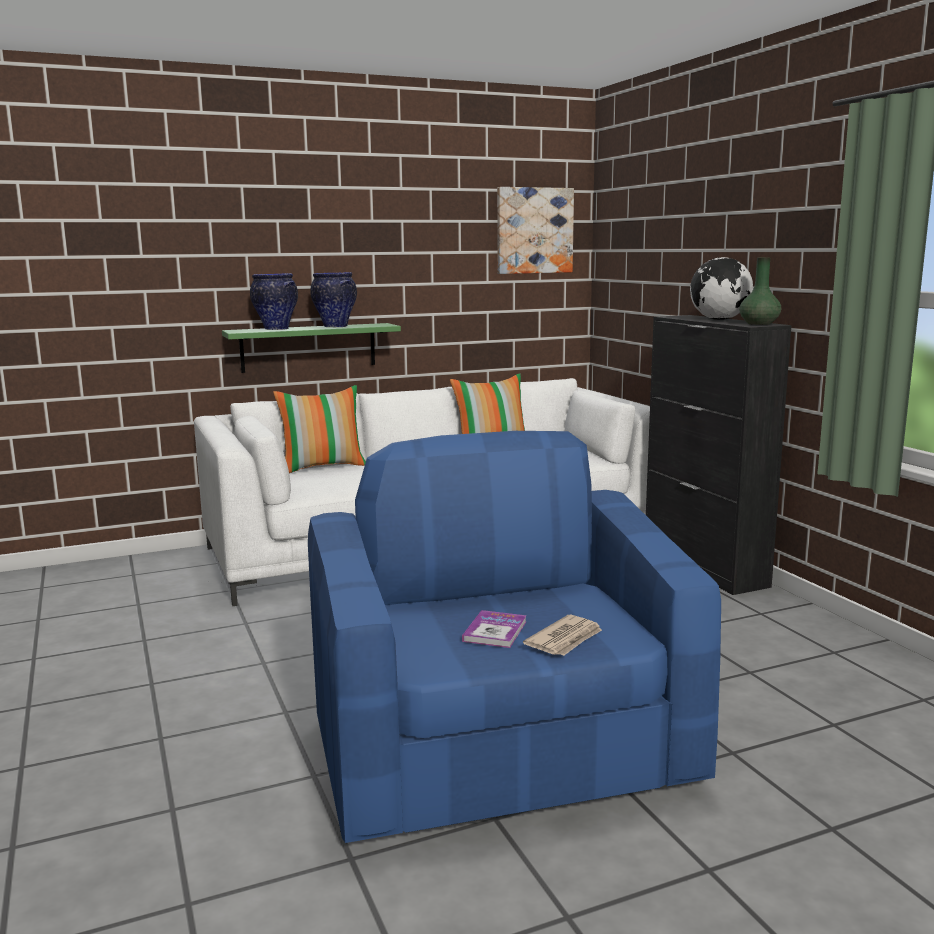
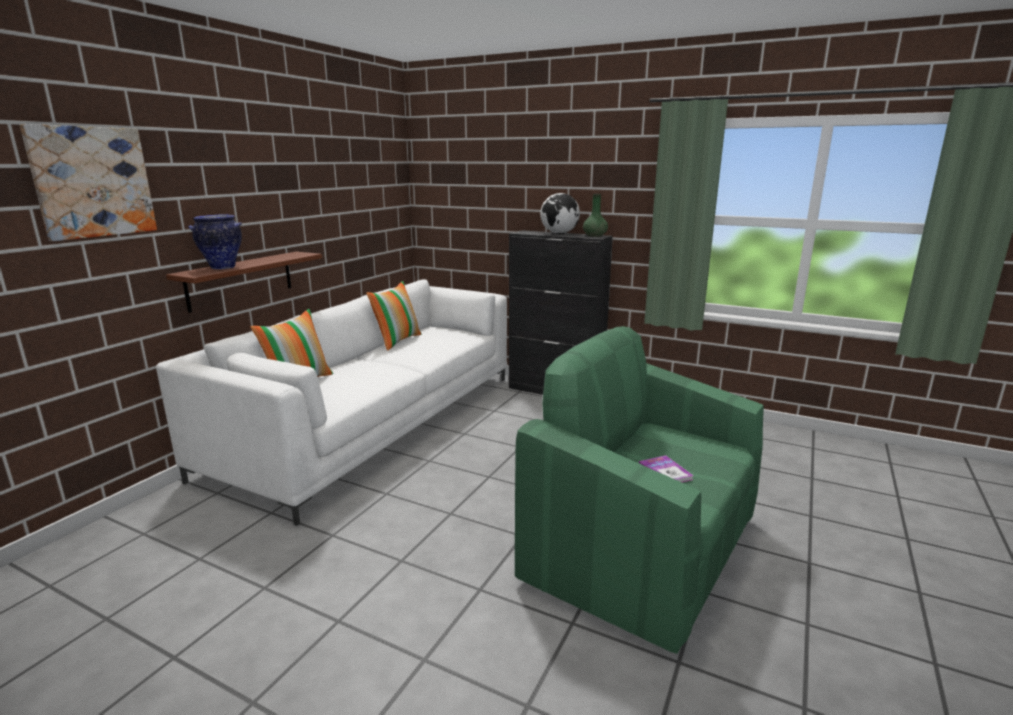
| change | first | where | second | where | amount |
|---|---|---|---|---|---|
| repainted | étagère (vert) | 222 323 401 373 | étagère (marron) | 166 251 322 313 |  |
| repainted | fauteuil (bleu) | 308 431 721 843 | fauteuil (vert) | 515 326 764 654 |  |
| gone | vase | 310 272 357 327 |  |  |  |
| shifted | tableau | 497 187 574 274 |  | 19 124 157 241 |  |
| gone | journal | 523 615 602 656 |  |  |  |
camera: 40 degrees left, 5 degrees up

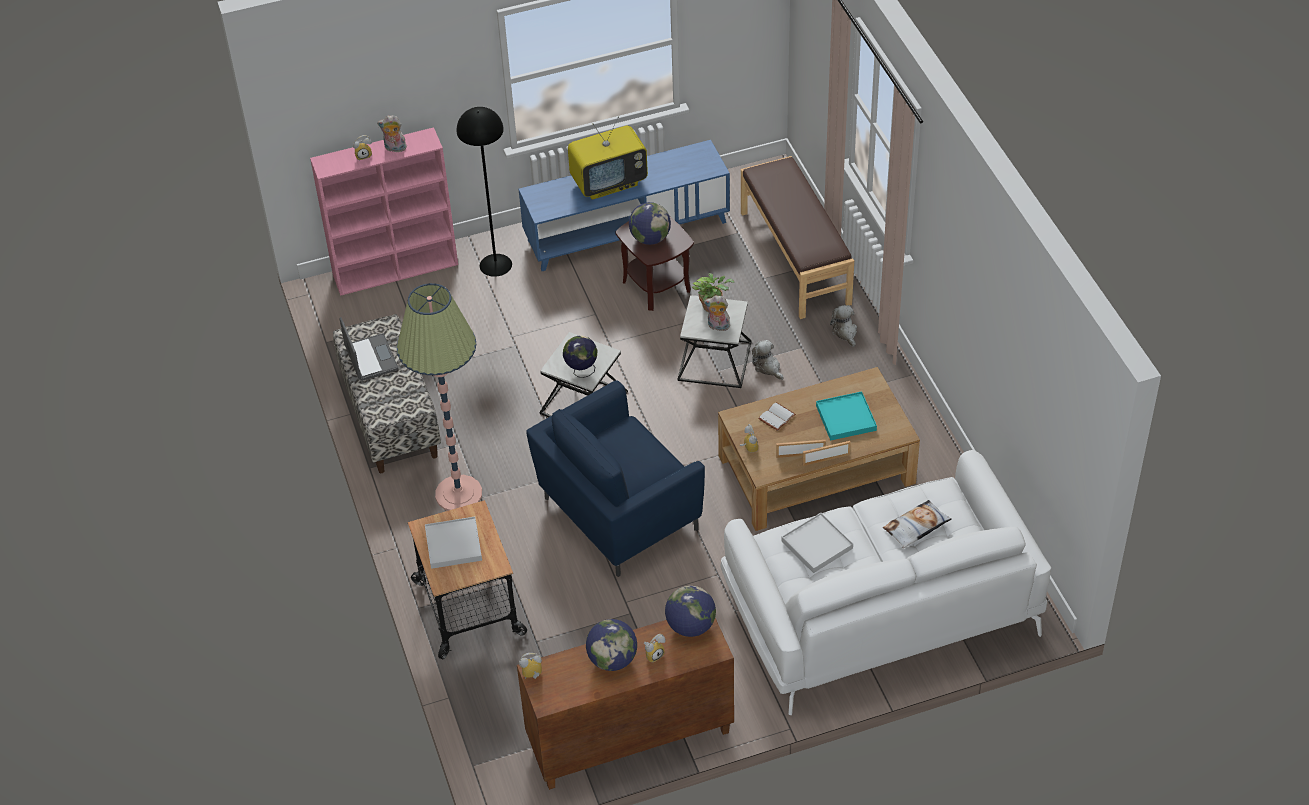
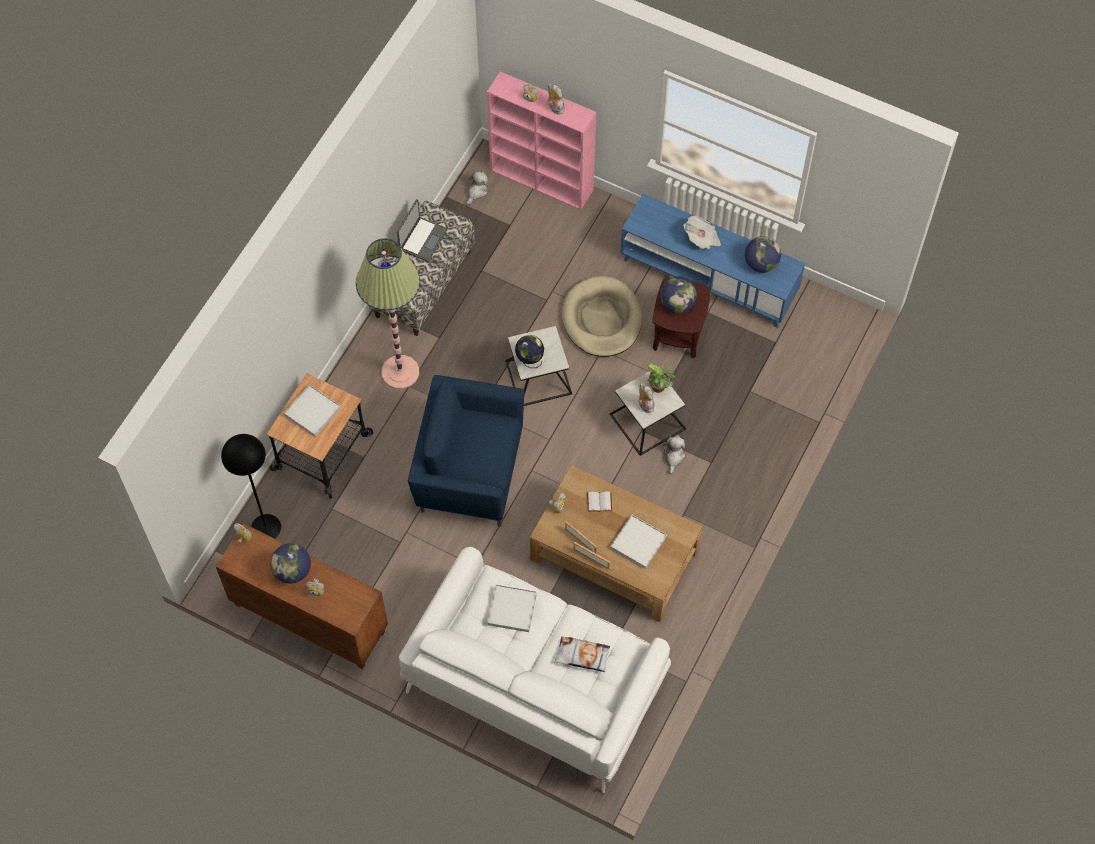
| change | first | where | second | where | amount |
|---|---|---|---|---|---|
| shifted | lampadaire (noir) | 457 107 512 277 |  | 221 434 281 539 |  |
| swapped | téléviseur | 568 116 648 200 | journal | 684 216 721 249 |  |
| shifted | globe | 665 586 716 637 |  | 745 236 781 273 |  |
| gone | banc (marron) | 741 156 854 319 |  |  |  |
| repainted | plateau (turquoise) | 816 391 877 441 | plateau (blanc) | 610 515 667 569 |  |
| shifted | peluche | 830 305 857 347 |  | 466 171 488 205 |  |
| new |  |  | panier pour chien (beige) | 562 276 642 357 |  |
camera: 45 degrees right, 15 degrees up

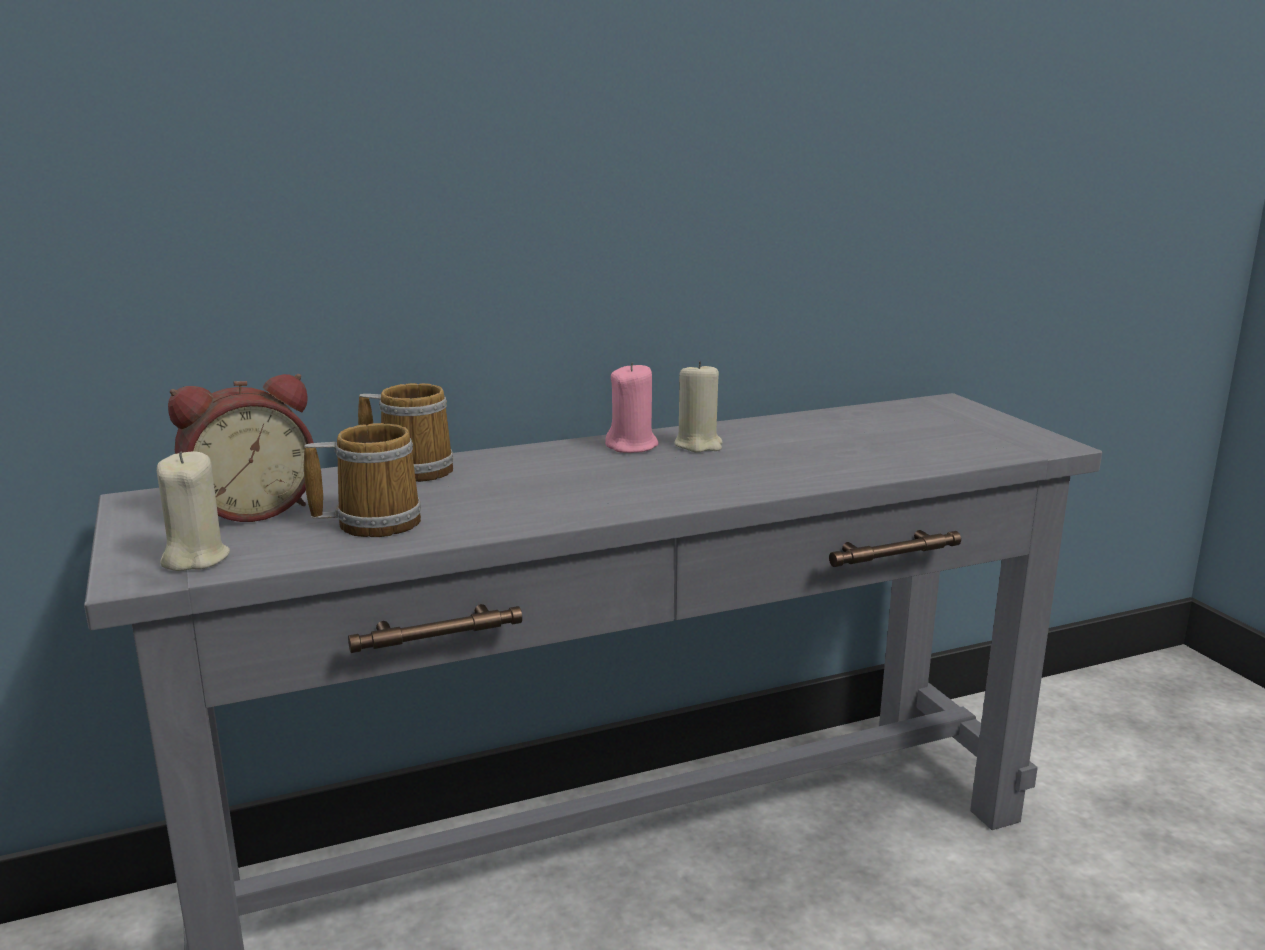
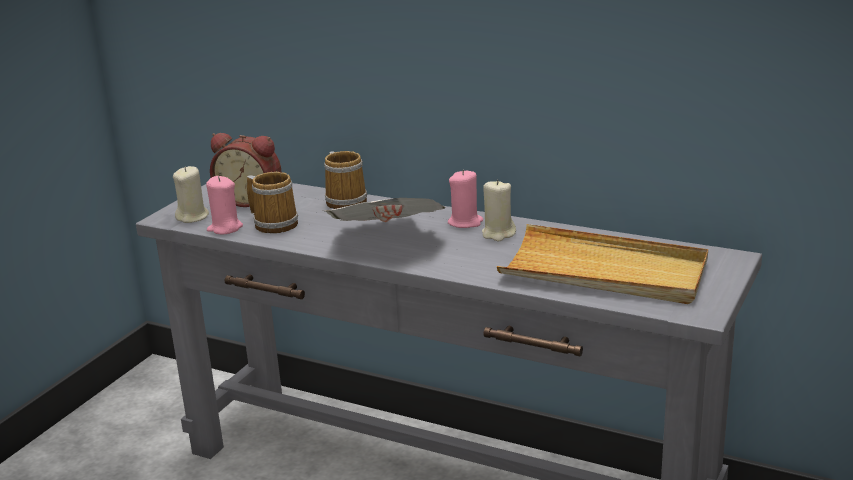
| change | first | where | second | where | amount |
|---|---|---|---|---|---|
| new |  |  | bougie (rose) | 206 176 243 234 |  |
| new |  |  | journal | 325 198 445 222 |  |
| new |  |  | plateau (beige) | 497 224 708 304 |  |
camera: 50 degrees right, 5 degrees up

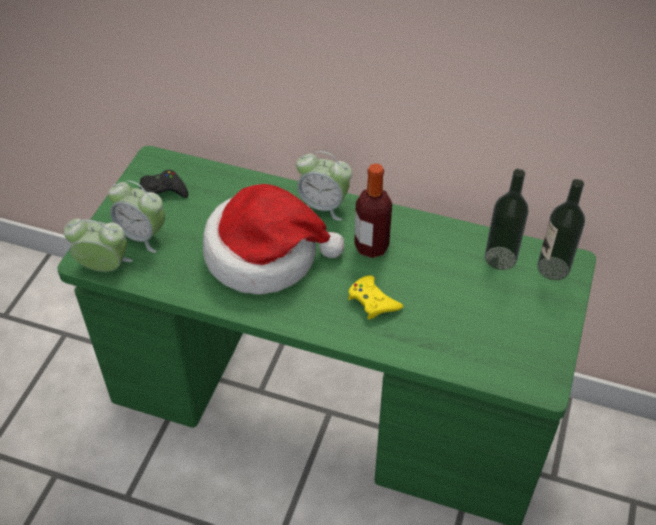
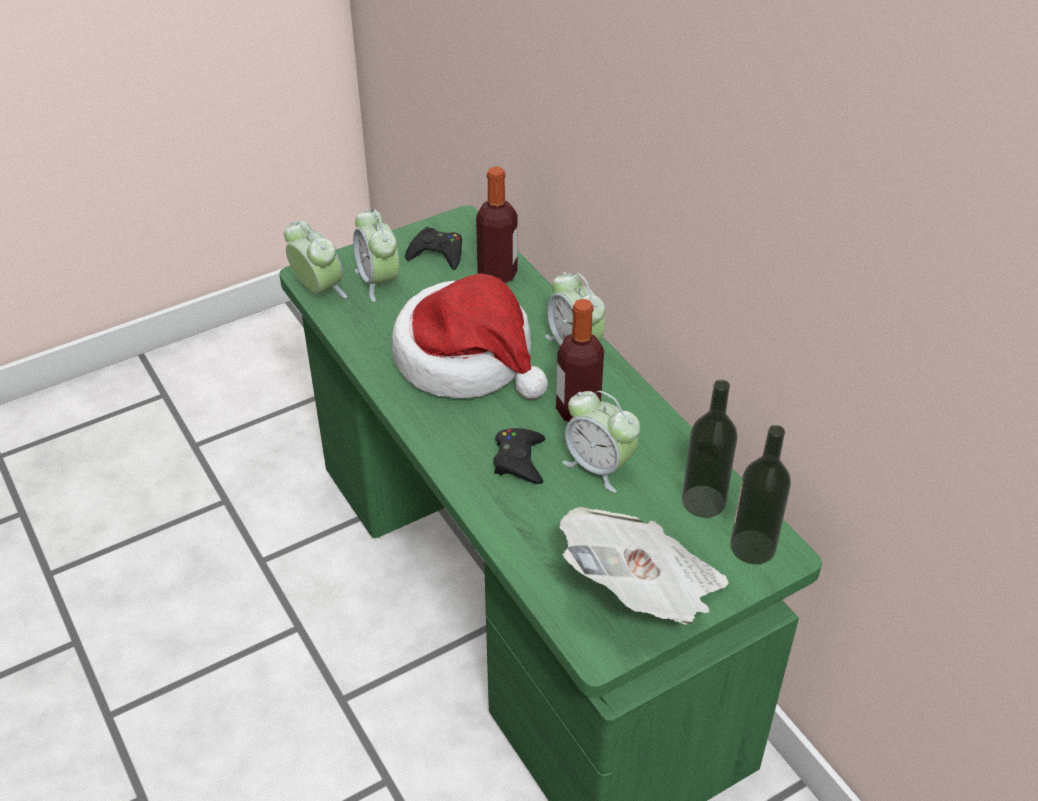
| change | first | where | second | where | amount |
|---|---|---|---|---|---|
| repainted | manette (jaune) | 348 275 403 320 | manette (noir) | 493 428 545 484 |  |
| new |  |  | bouteille | 476 166 518 283 |  |
| new |  |  | journal | 559 507 729 625 |  |
| new |  |  | réveil | 563 391 640 493 |  |
camera: 40 degrees right, 5 degrees down

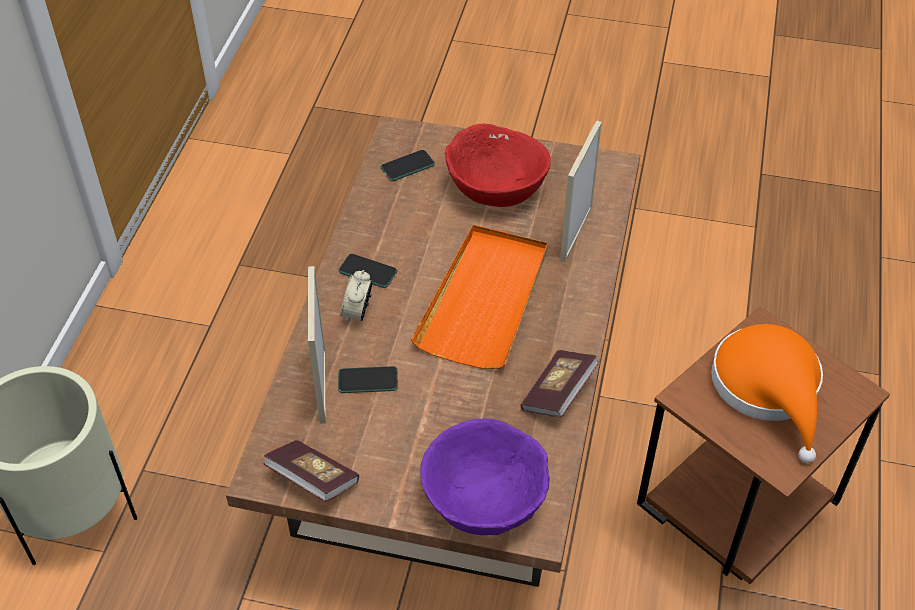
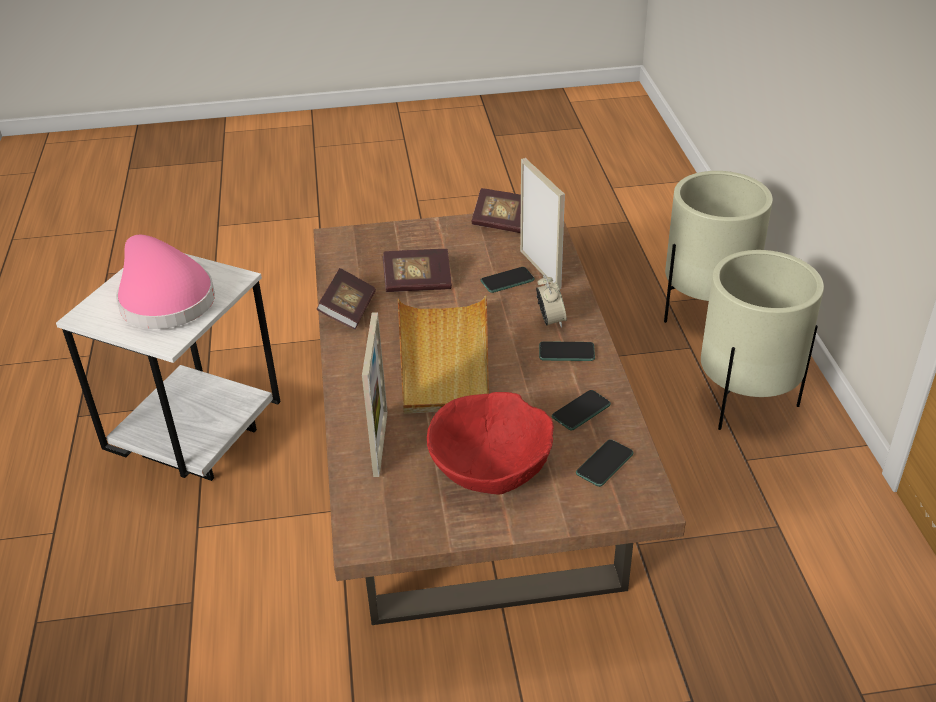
| change | first | where | second | where | amount |
|---|---|---|---|---|---|
| repainted | plateau (orange) | 411 225 548 369 | plateau (beige) | 398 295 489 414 |  |
| gone | bol (violet) | 420 418 550 535 |  |  |  |
| repainted | table d'appoint (marron) | 637 307 890 584 | table d'appoint (blanc) | 56 253 281 481 |  |
| repainted | chapeau (orange) | 711 324 823 463 | chapeau (rose) | 116 235 215 329 |  |
| new |  |  | livre | 382 249 452 292 |  |
| new |  |  | téléphone | 552 390 611 430 |  |
| new |  |  | cache-pot (beige) | 701 250 824 430 |  |
camera: 160 degrees right, 10 degrees down

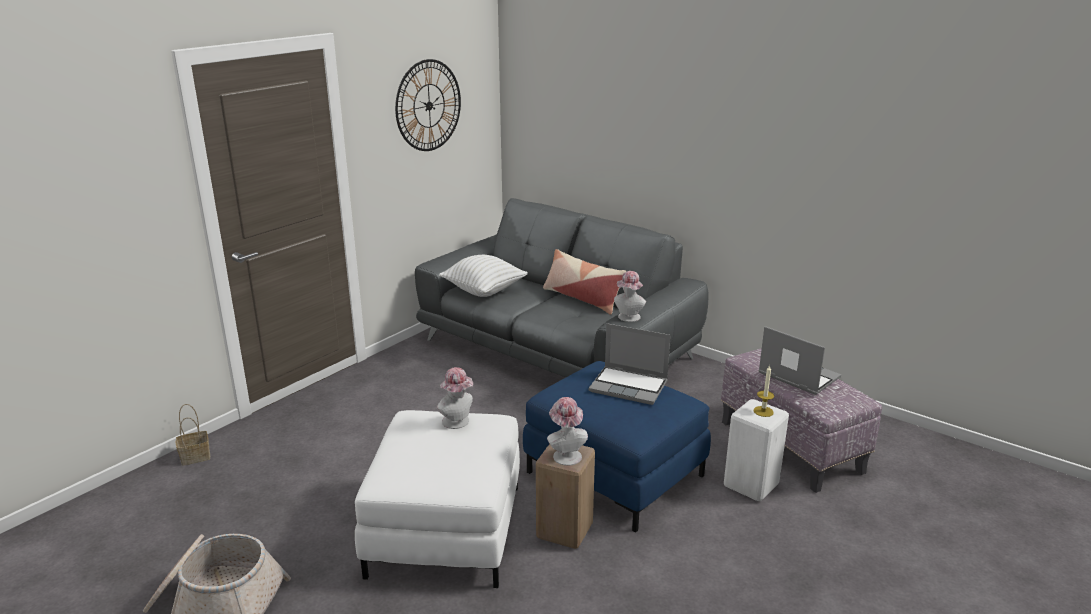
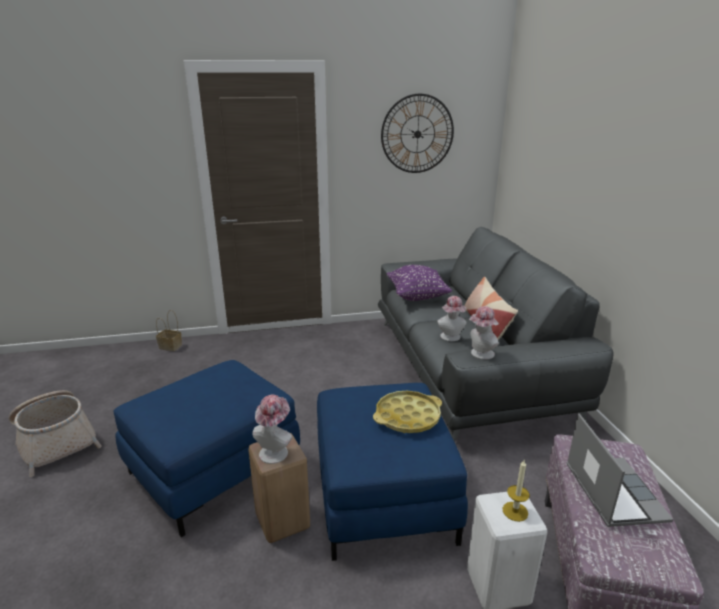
| change | first | where | second | where | amount |
|---|---|---|---|---|---|
| repainted | pouf (blanc) | 355 410 520 588 | pouf (bleu) | 113 360 300 537 |  |
| shifted | chapeau | 437 367 473 429 |  | 437 296 466 341 |  |
| repainted | coussin (blanc) | 439 255 528 297 | coussin (violet) | 387 265 452 301 |  |
| swapped | ordinateur portable | 589 323 671 405 | plateau (jaune) | 373 391 442 433 |  |
camera: 40 degrees right, 0 degrees up

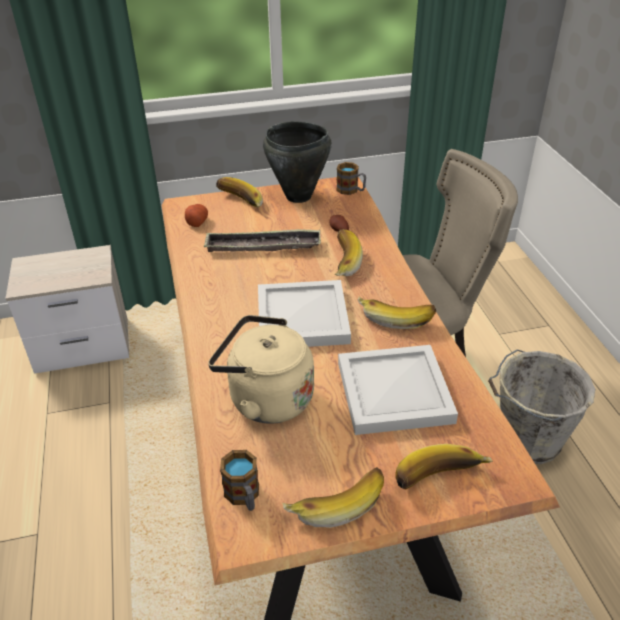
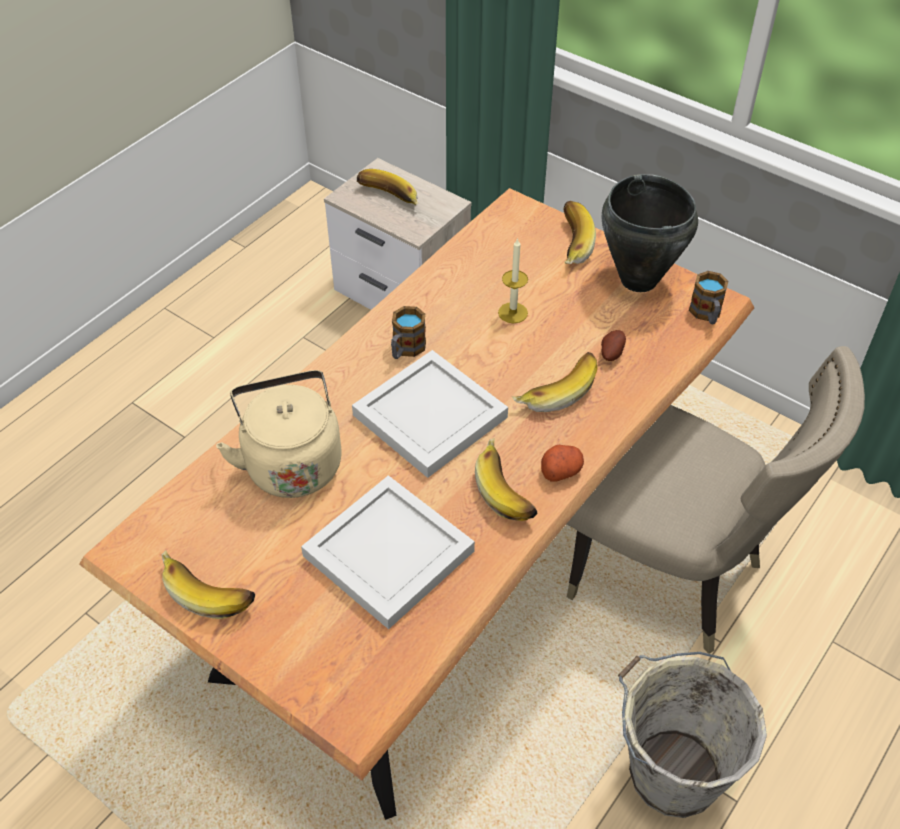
| change | first | where | second | where | amount |
|---|---|---|---|---|---|
| shifted | pomme de terre | 185 204 208 227 |  | 541 445 584 481 |  |
| swapped | plateau | 204 229 321 252 | bougie | 498 238 528 323 |  |
| shifted | mug | 220 450 259 511 |  | 391 306 426 359 |  |
| shifted | banane | 396 444 493 489 |  | 357 169 418 205 |  |
camera: 50 degrees right, 10 degrees up

